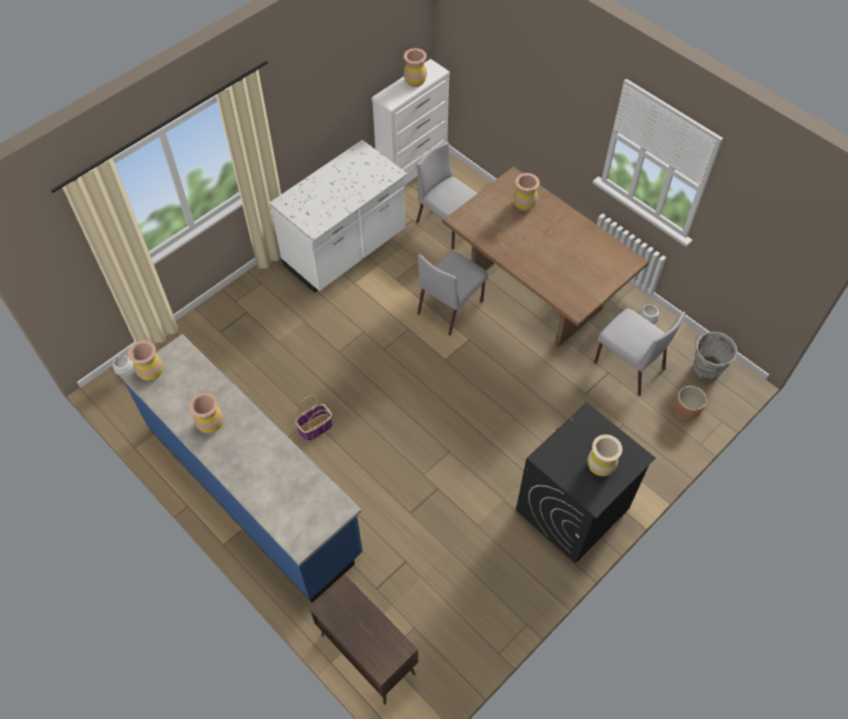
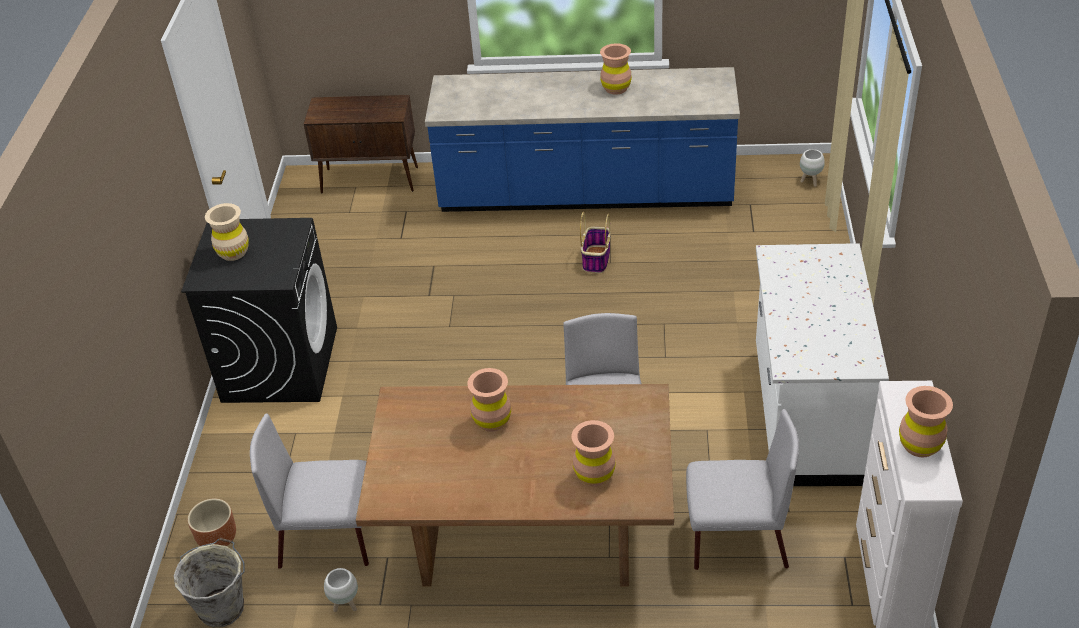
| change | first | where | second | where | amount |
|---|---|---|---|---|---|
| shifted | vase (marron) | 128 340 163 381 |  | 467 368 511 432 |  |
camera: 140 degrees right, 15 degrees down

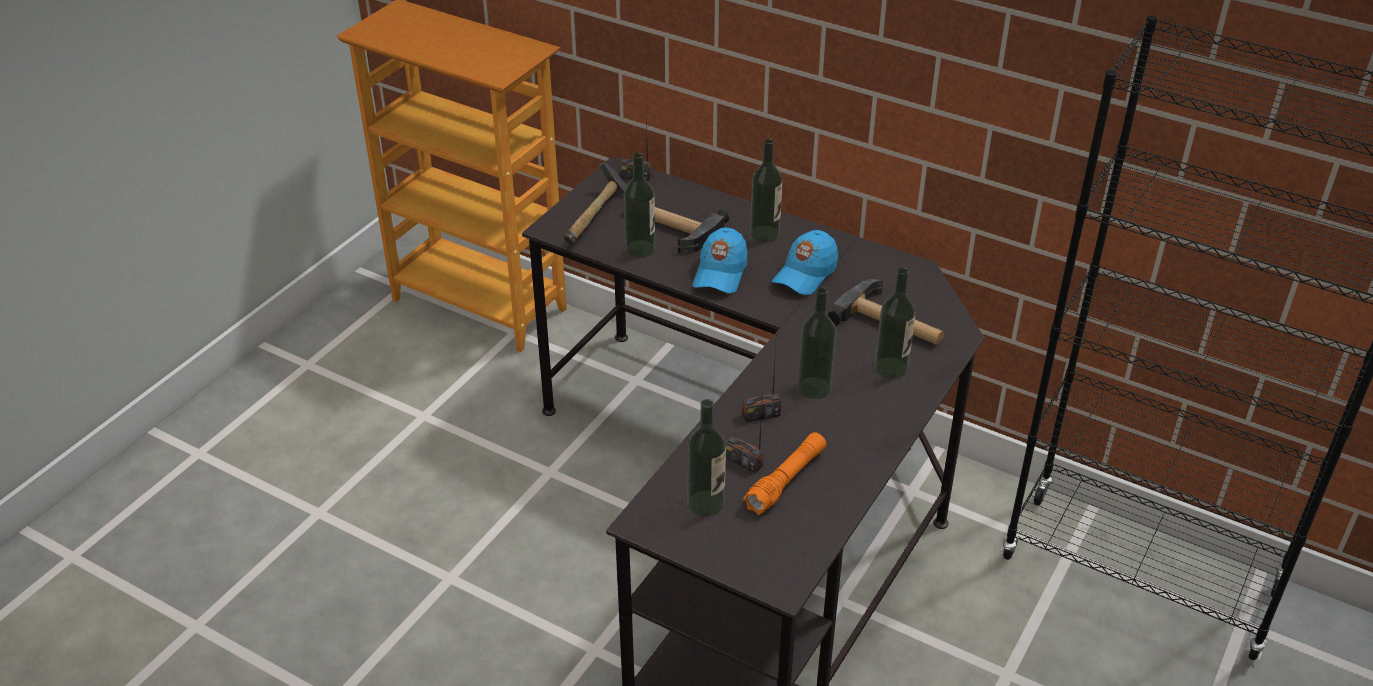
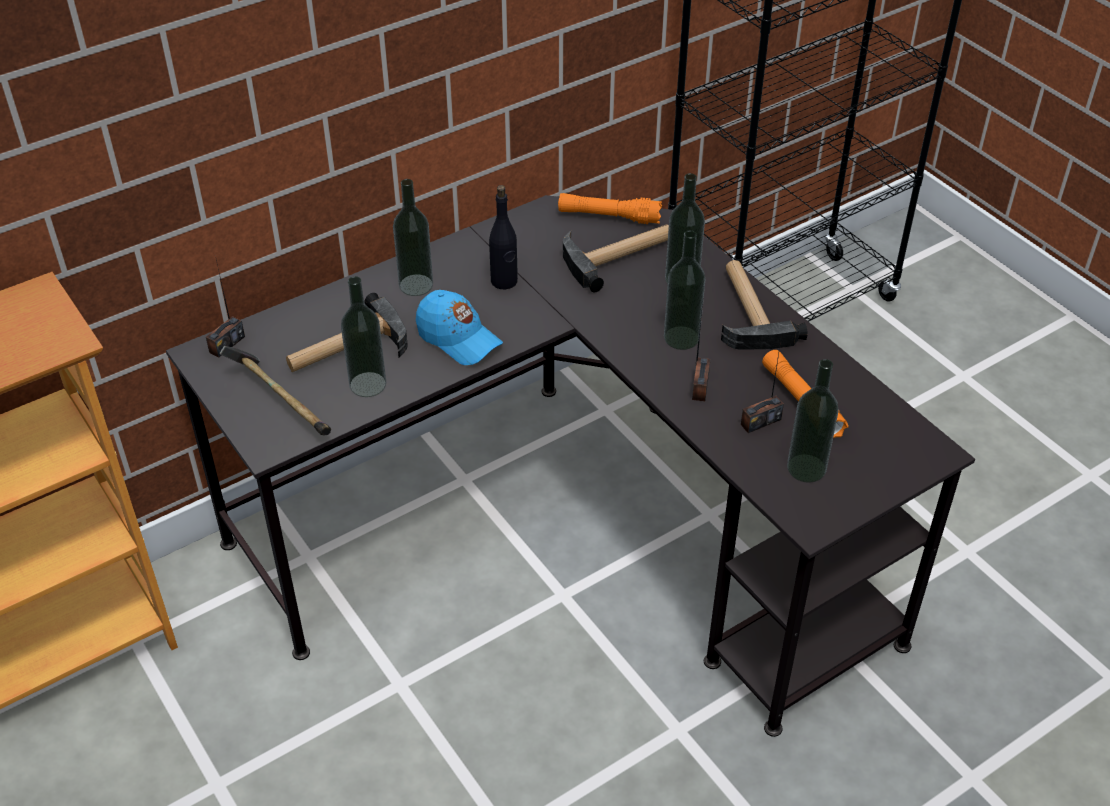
| change | first | where | second | where | amount |
|---|---|---|---|---|---|
| swapped | casquette (bleu) | 772 230 838 295 | bouteille (noir) | 489 185 518 289 |  |
| new |  |  | lampe de poche (orange) | 558 193 662 224 |  |
| new |  |  | marteau | 721 260 807 350 |  |
camera: 65 degrees left, 5 degrees up

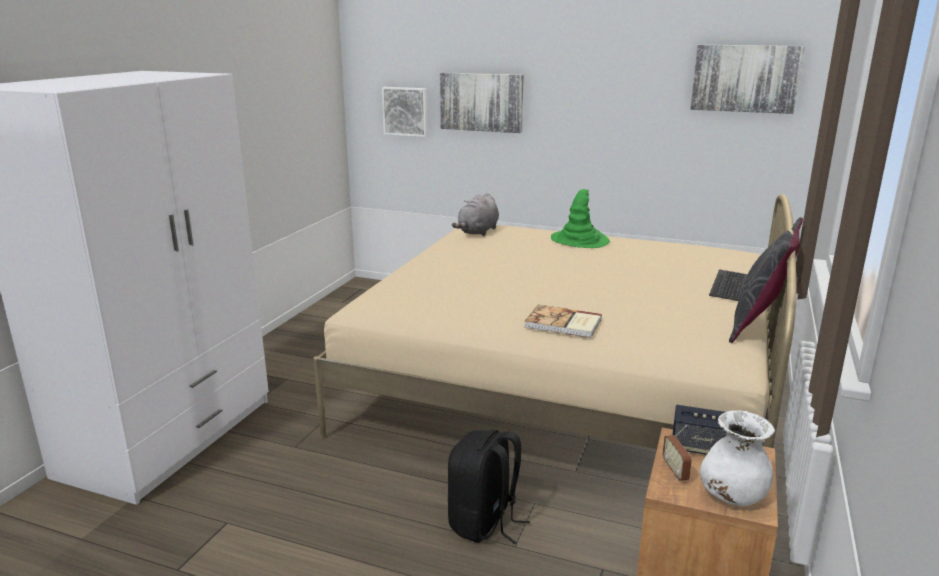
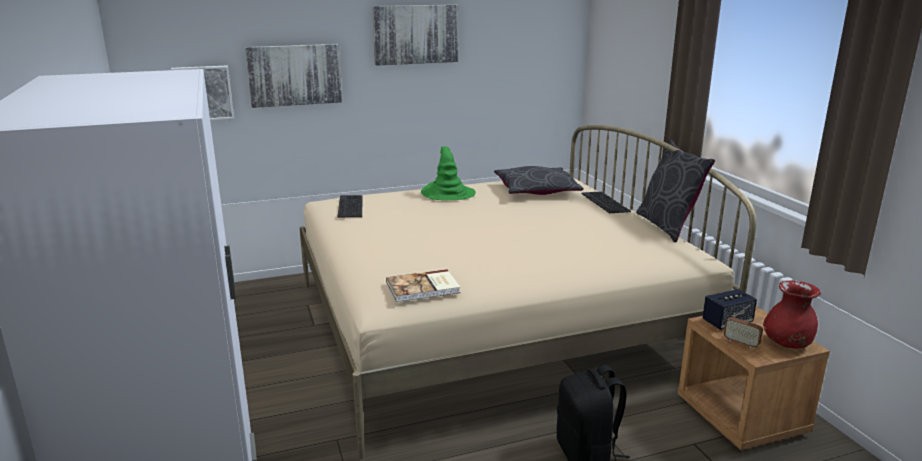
| change | first | where | second | where | amount |
|---|---|---|---|---|---|
| swapped | peluche (gris) | 452 193 499 236 | clavier | 338 195 363 218 |  |
| shifted | livre | 524 305 602 338 |  | 386 269 460 302 |  |
| shifted | tableau | 691 45 804 114 |  | 372 5 458 66 |  |
| repainted | vase (blanc) | 700 410 775 506 | vase (rouge) | 763 280 821 349 |  |
| new |  |  | coussin (gris) | 494 166 584 195 |  |
camera: 40 degrees left, 0 degrees up

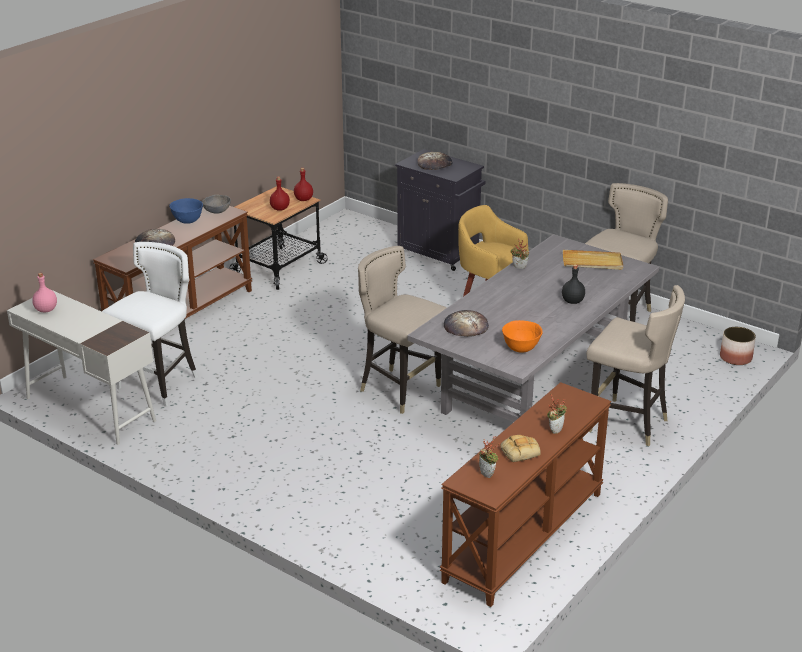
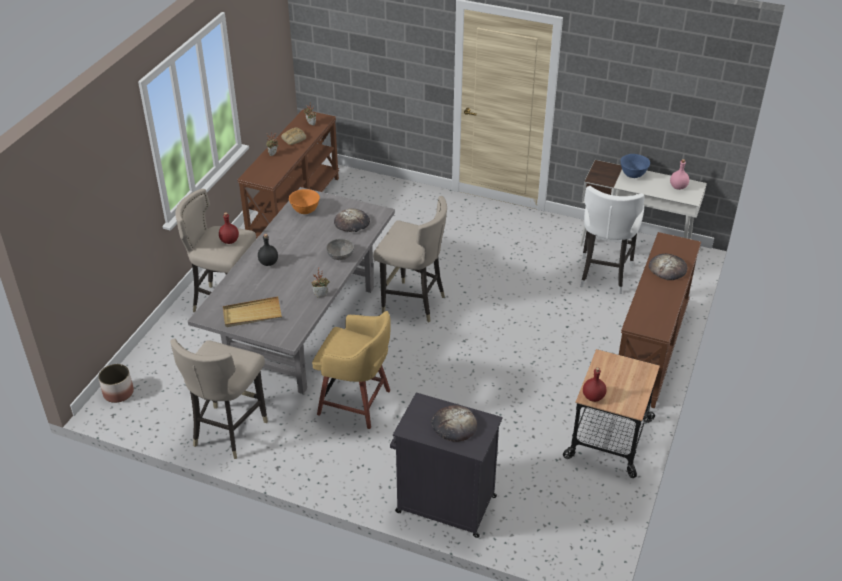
| change | first | where | second | where | amount |
|---|---|---|---|---|---|
| shifted | bol (bleu) | 169 198 203 224 |  | 620 154 650 178 |  |
| shifted | bol (gris) | 202 195 231 214 |  | 326 239 354 260 |  |
| shifted | bouteille (rouge) | 270 176 290 211 |  | 219 213 239 244 |  |
camera: 165 degrees right, 10 degrees up

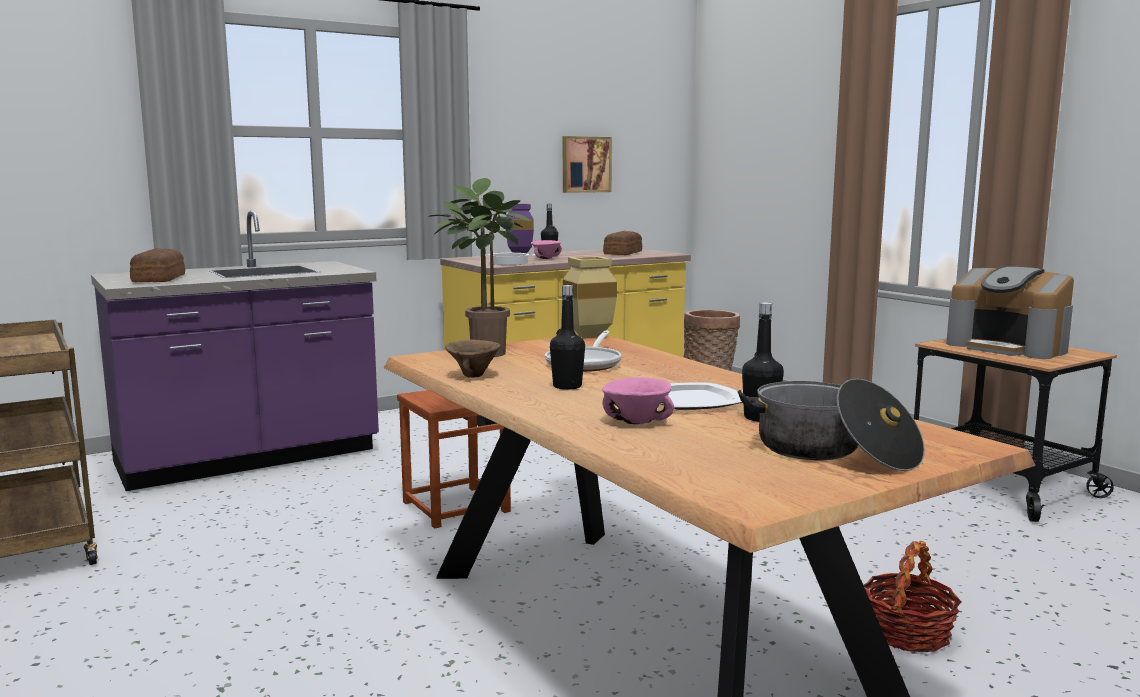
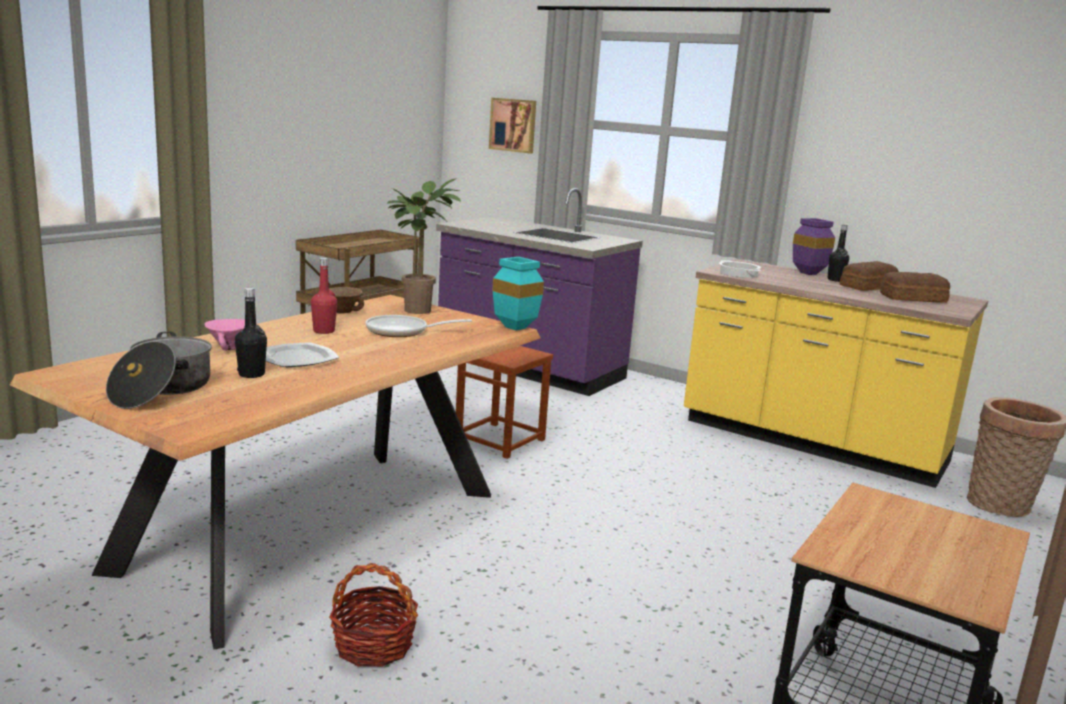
| change | first | where | second | where | amount |
|---|---|---|---|---|---|
| shifted | pain | 130 248 185 282 |  | 840 261 899 291 |  |
| gone | bol (rose) | 531 240 562 259 |  |  |  |
| repainted | bouteille (noir) | 550 285 585 390 | bouteille (rouge) | 311 258 337 334 |  |
| shifted | tableau | 563 136 612 193 |  | 489 98 536 153 |  |
| repainted | vase (beige) | 563 256 617 338 | vase (turquoise) | 493 257 544 330 |  |
| gone | machine à café | 946 266 1074 359 |  |  |  |
camera: 65 degrees right, 5 degrees up

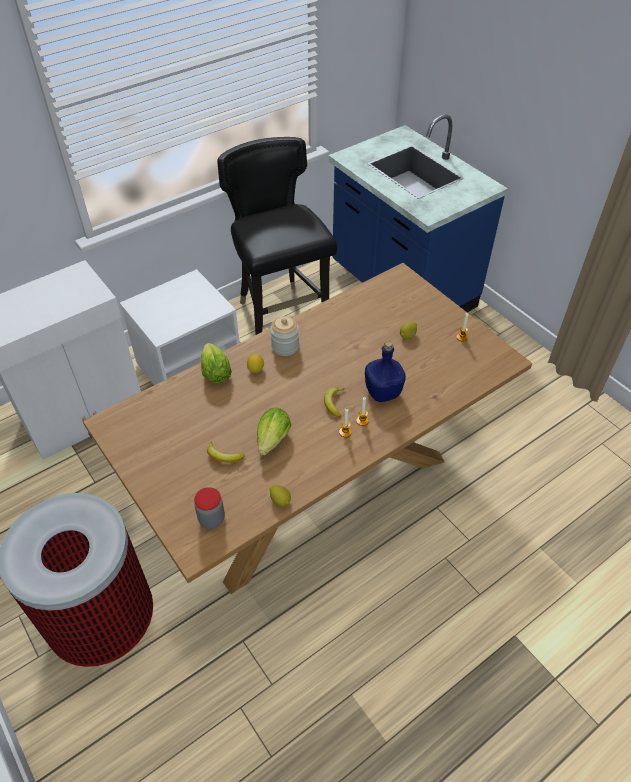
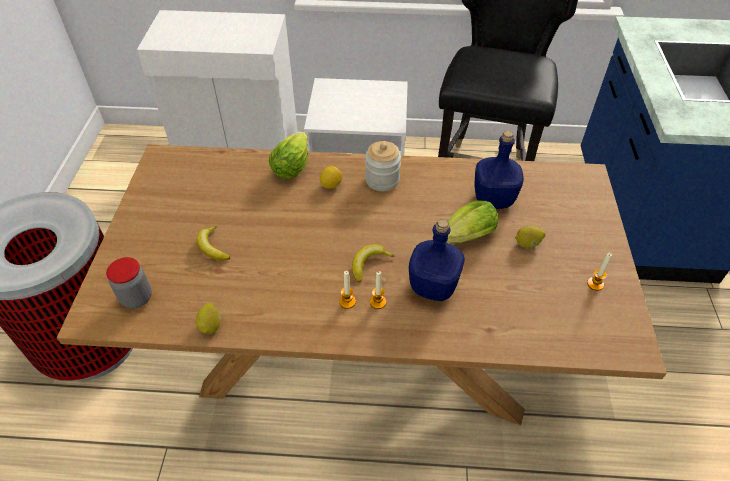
| change | first | where | second | where | amount |
|---|---|---|---|---|---|
| shifted | laitue | 257 407 291 455 |  | 446 200 498 243 |  |
| new |  |  | bouteille (bleu) | 474 131 524 209 |  |
camera: 40 degrees right, 0 degrees up

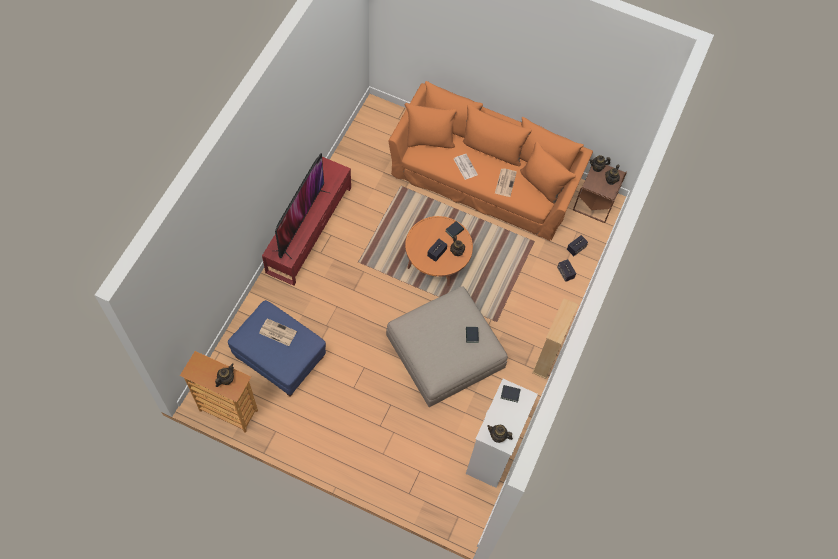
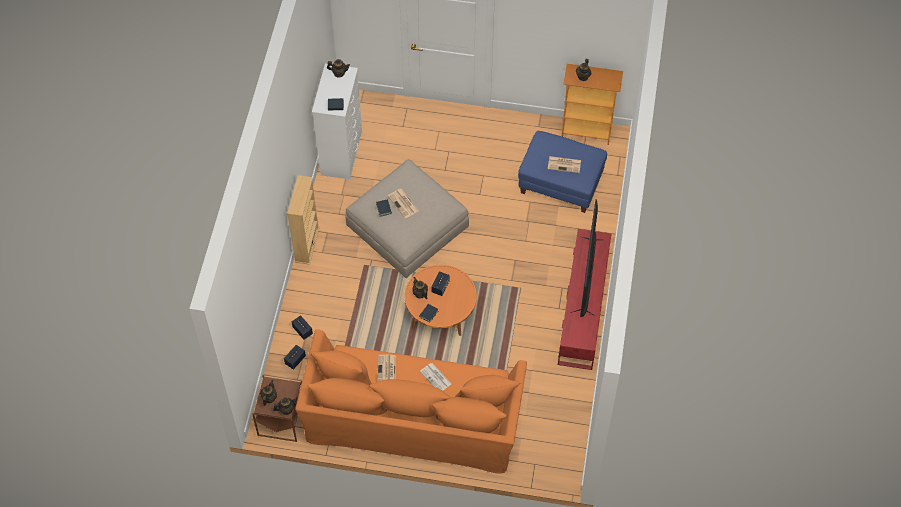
| change | first | where | second | where | amount |
|---|---|---|---|---|---|
| new |  |  | journal | 388 189 419 218 |  |
camera: 170 degrees right, 5 degrees down

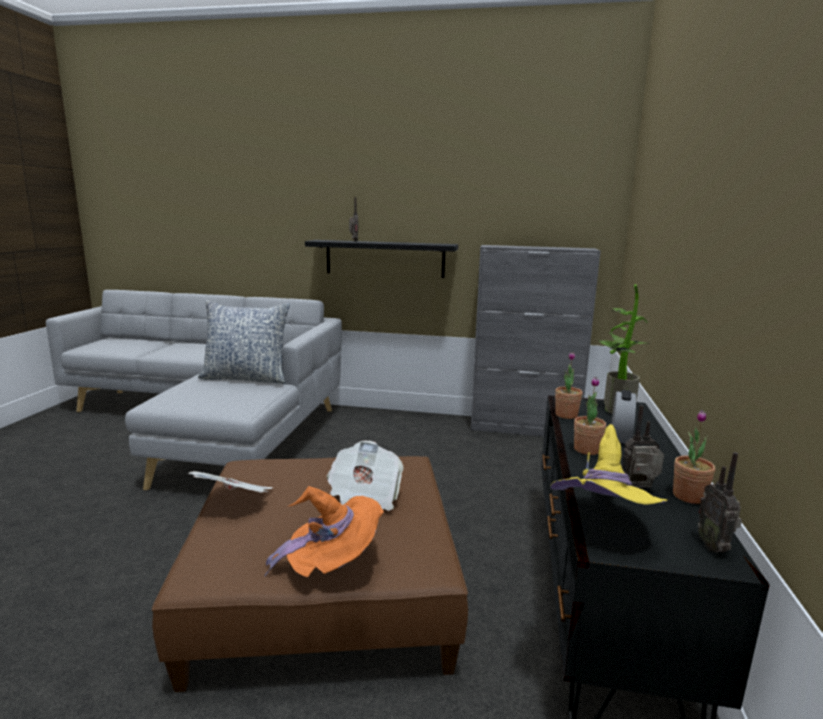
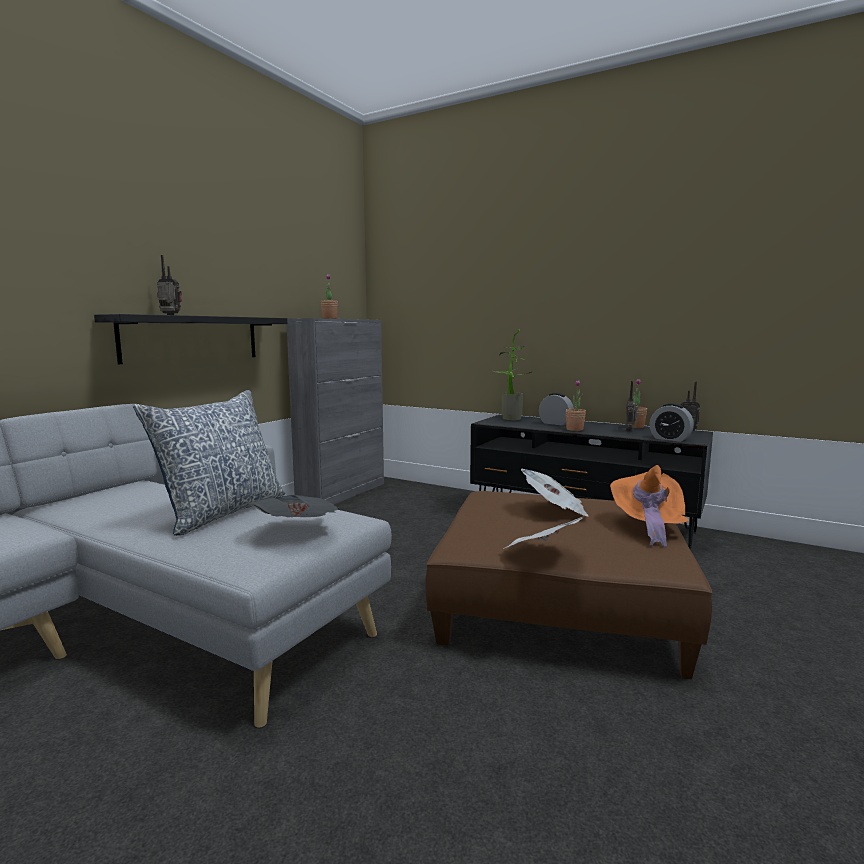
| change | first | where | second | where | amount |
|---|---|---|---|---|---|
| swapped | chapeau (jaune) | 550 424 668 504 | réveil | 650 403 694 442 |  |
| shifted | plante en pot | 555 352 583 419 |  | 321 274 338 319 |  |
| new |  |  | journal | 248 495 340 517 |  |
camera: 70 degrees left, 5 degrees down

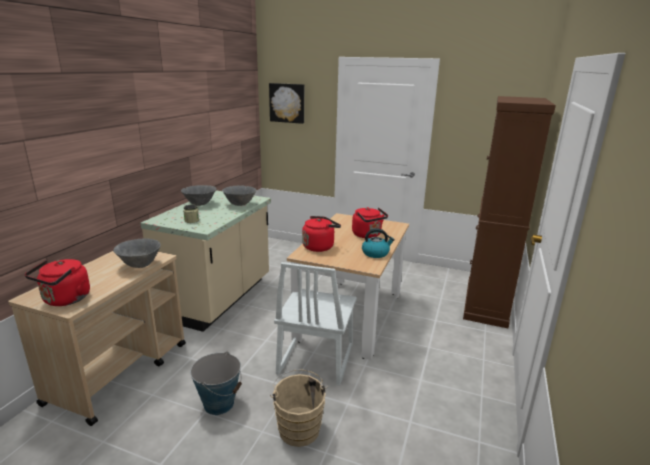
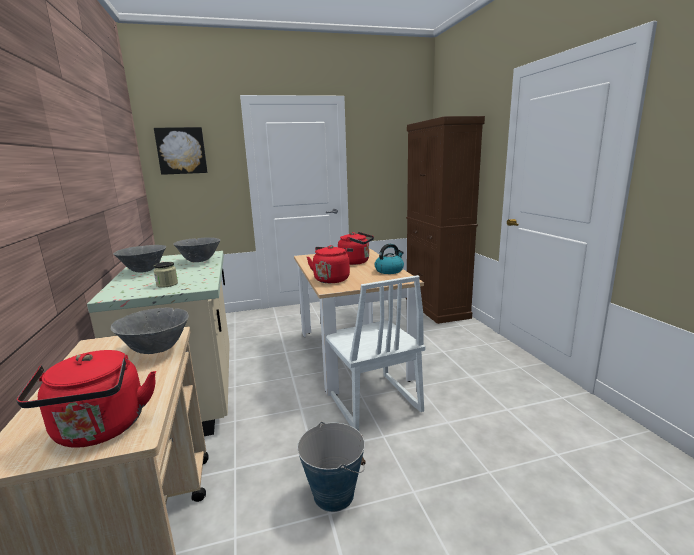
| change | first | where | second | where | amount |
|---|---|---|---|---|---|
| gone | seau (beige) | 270 369 328 447 |  |  |  |
camera: 35 degrees left, 5 degrees down

